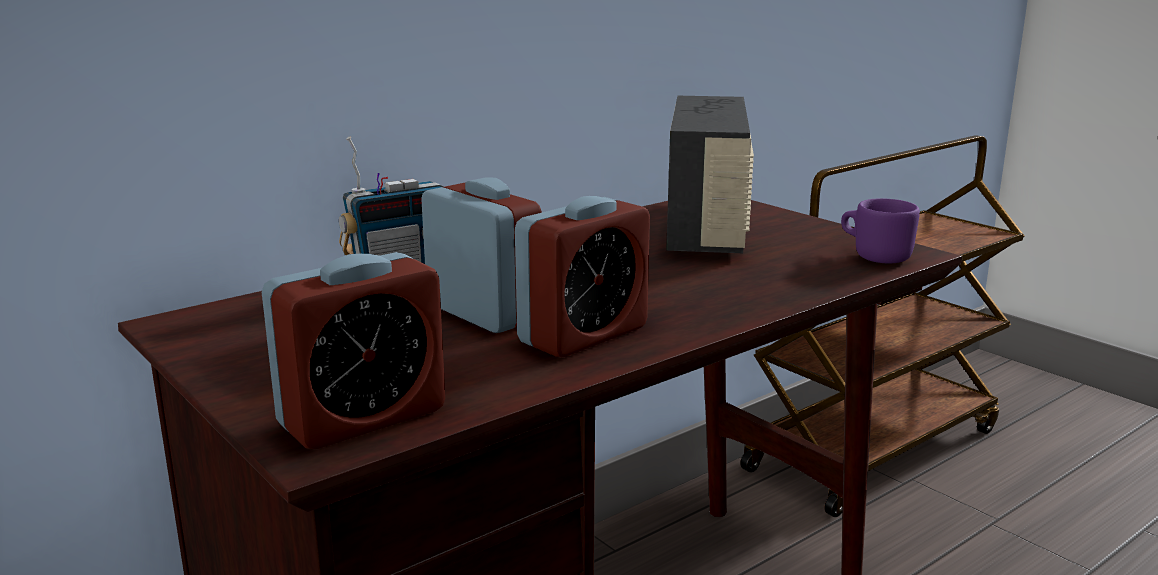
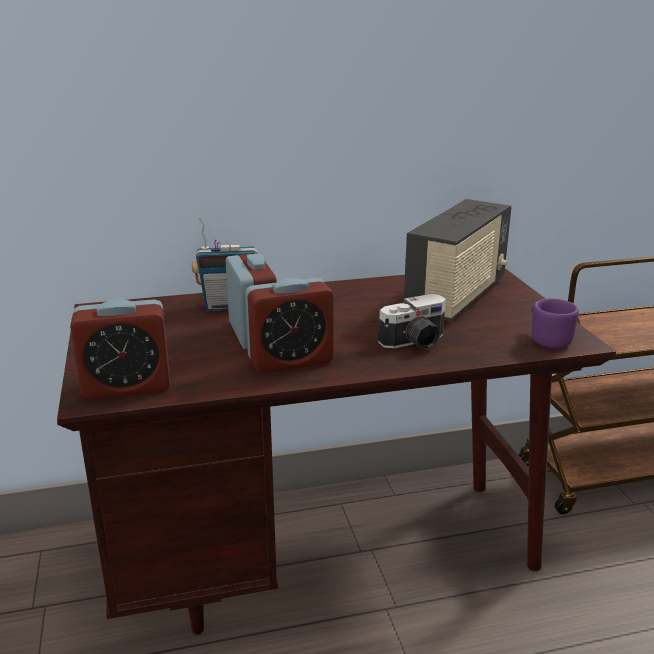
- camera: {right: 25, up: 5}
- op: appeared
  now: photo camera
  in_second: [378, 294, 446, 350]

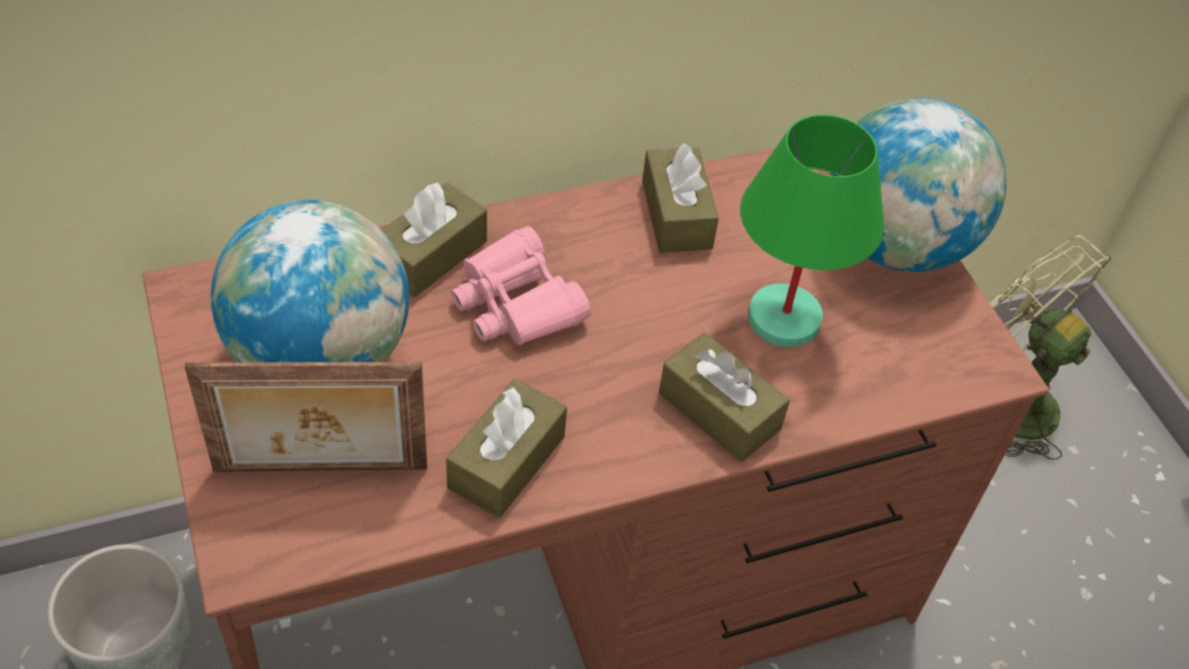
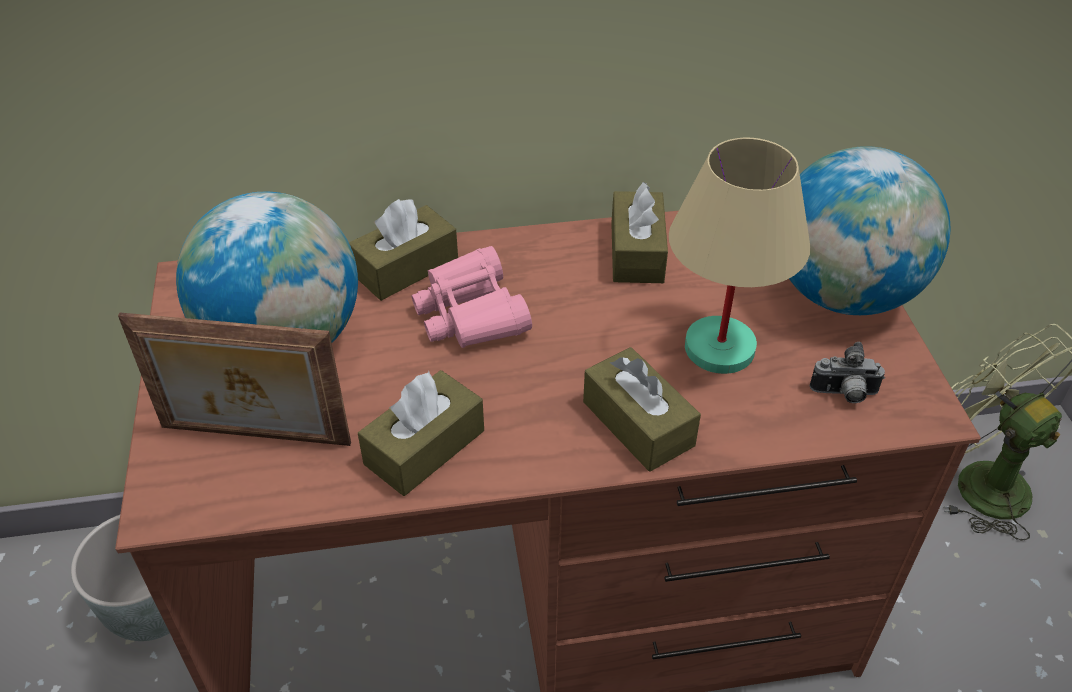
- camera: {right: 15, up: -5}
- op: colour
  was: table lamp (green)
  now: table lamp (beige)
  in_first: [740, 114, 884, 347]
  in_second: [669, 138, 810, 374]
- op: appeared
  now: photo camera
  in_second: [810, 342, 885, 403]

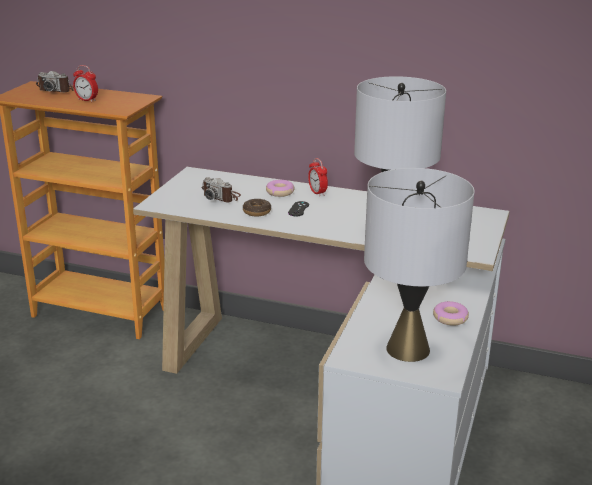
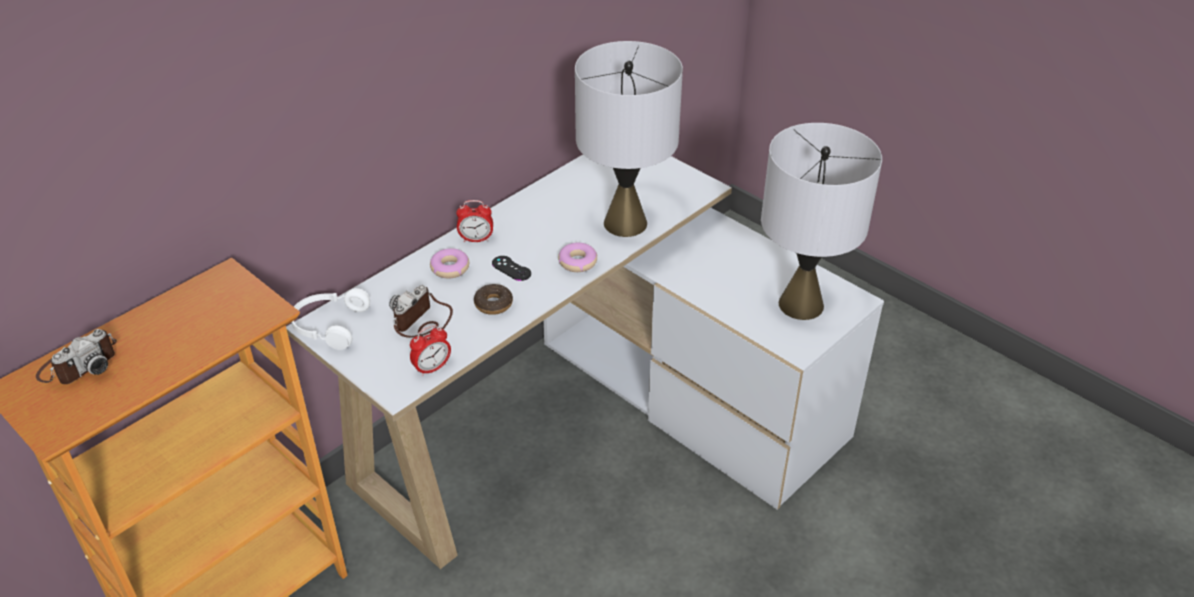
- camera: {right: -65, up: 15}
- op: appeared
  now: headphones (white)
  in_second: [291, 288, 370, 350]
- op: spun
  was: photo camera
  in_first: [201, 177, 241, 202]
  in_second: [389, 285, 453, 338]
  clockwise: 150
- op: relocated
  was: alarm clock
  in_first: [73, 65, 98, 102]
  in_second: [410, 325, 451, 376]
- op: relocated
  was: donut
  in_first: [433, 301, 469, 325]
  in_second: [558, 243, 597, 272]

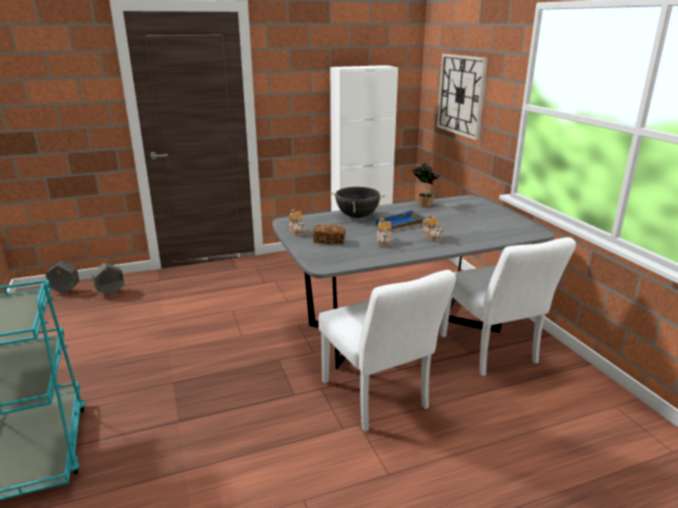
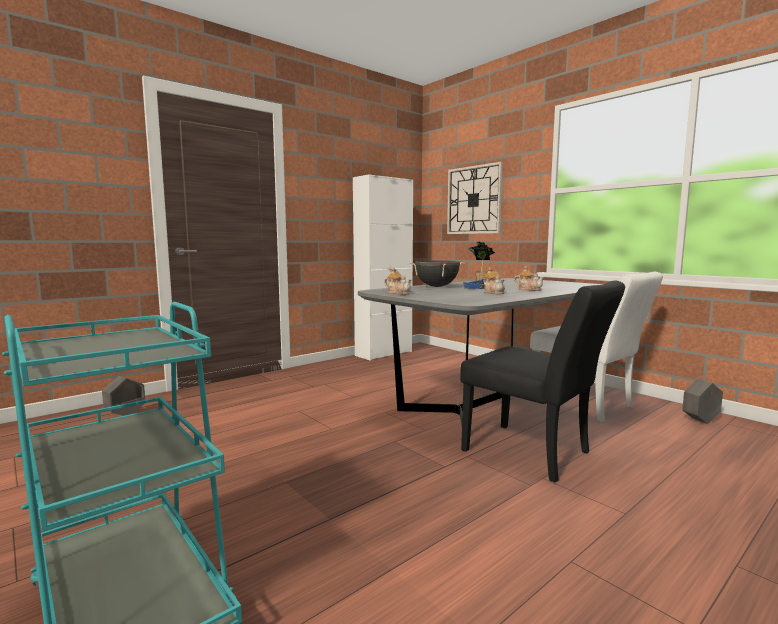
- camera: {right: -20, up: -15}
- op: colour
  was: chair (white)
  now: chair (black)
  in_first: [319, 270, 456, 432]
  in_second: [460, 281, 625, 482]
- op: relocated
  was: planter (grey)
  in_first: [45, 261, 79, 294]
  in_second: [682, 379, 723, 424]
- op: missing
  was: bread
  in_first: [313, 225, 346, 244]

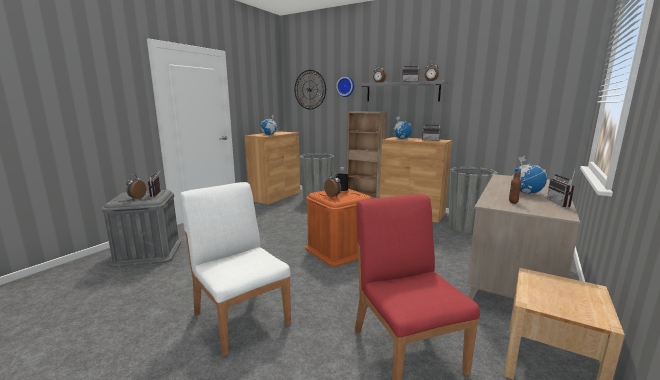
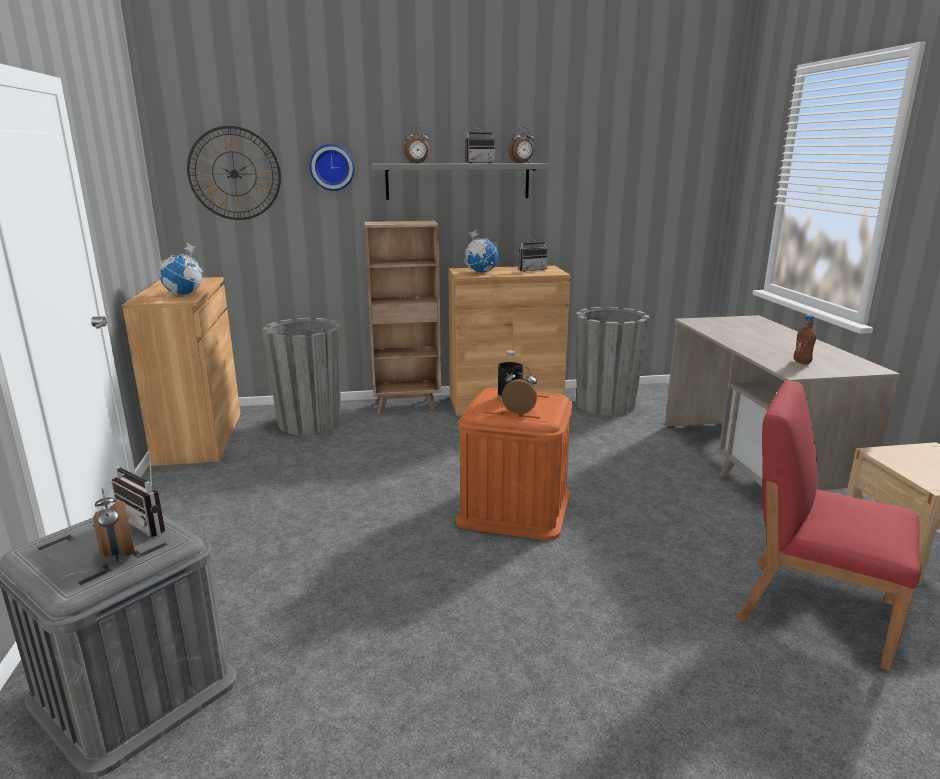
- camera: {right: -40, up: 5}
- op: missing
  was: chair (white)
  in_first: [180, 182, 291, 356]
- op: missing
  was: globe
  in_first: [512, 156, 547, 194]
- op: missing
  was: radio
  in_first: [547, 170, 575, 208]

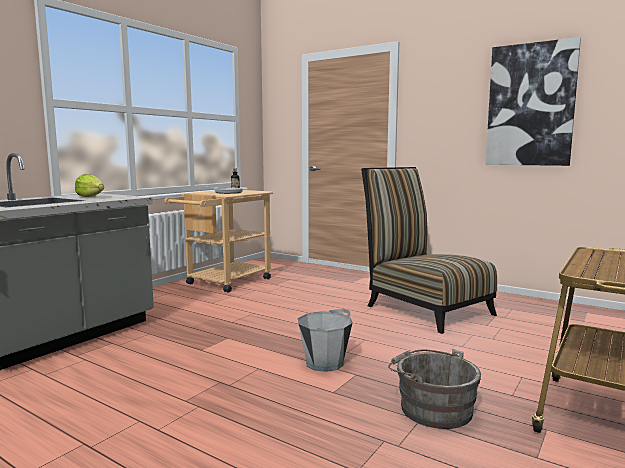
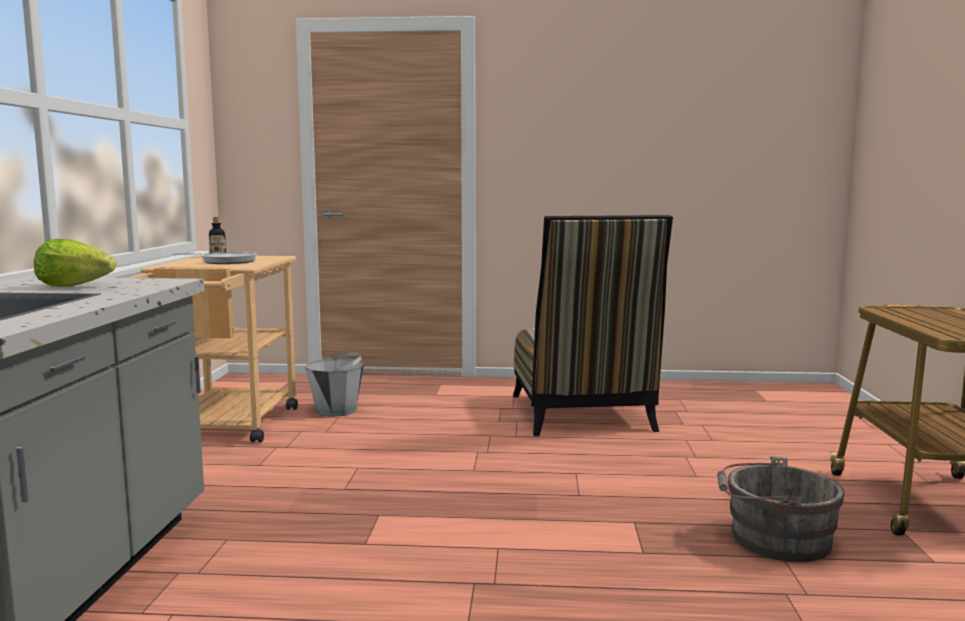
- camera: {right: -30, up: 0}
- op: relocated
  was: bucket (grey)
  in_first: [298, 309, 353, 372]
  in_second: [305, 352, 364, 417]
- op: spun
  was: chair
  in_first: [361, 167, 497, 334]
  in_second: [513, 215, 673, 436]
  clockwise: -120
- op: missing
  was: picture
  in_first: [486, 37, 581, 166]

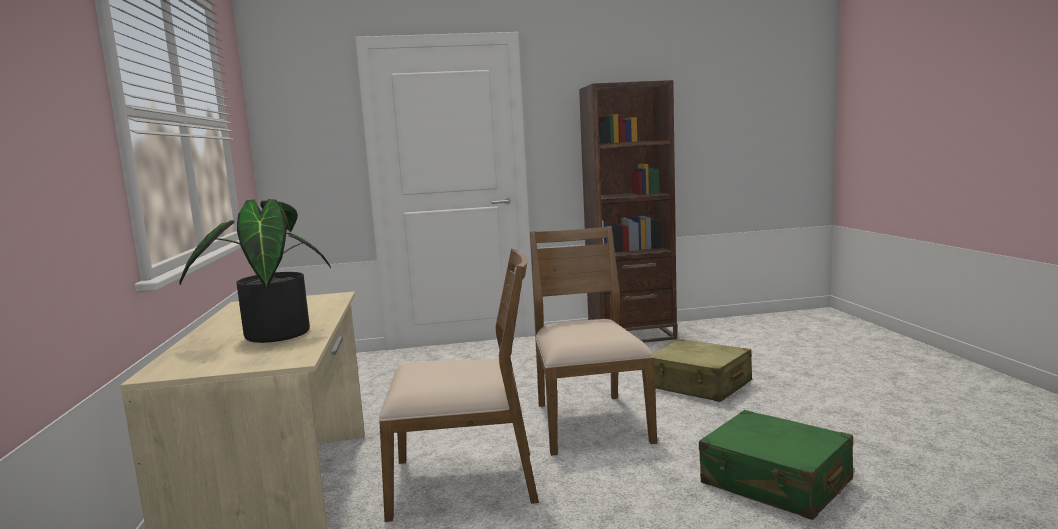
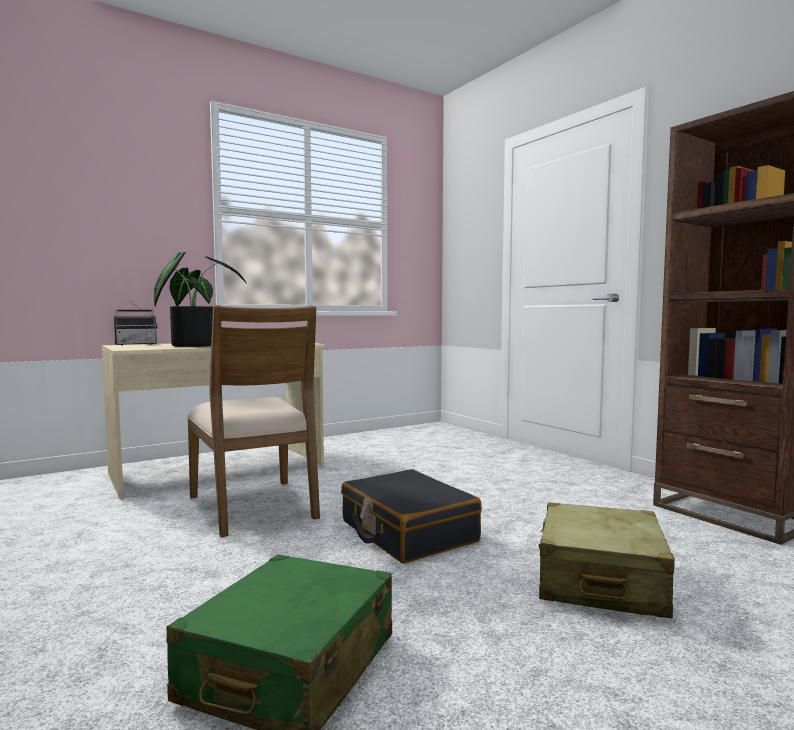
- camera: {right: 65, up: -5}
- op: appeared
  now: radio
  in_second: [114, 302, 158, 346]
- op: exchanged
  was: chair (brown)
  now: suitcase (black)
  in_first: [530, 226, 657, 456]
  in_second: [341, 469, 482, 563]

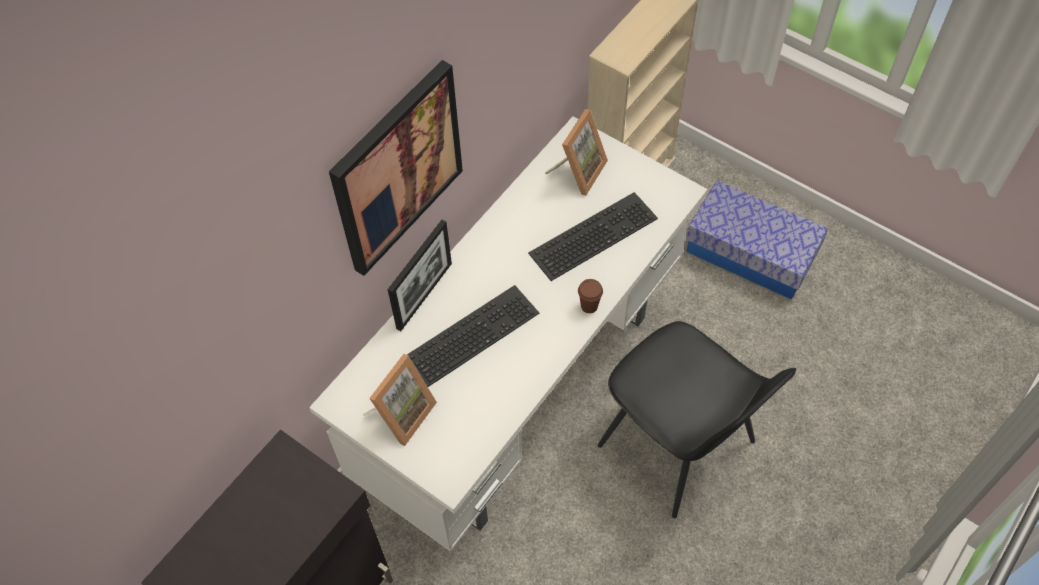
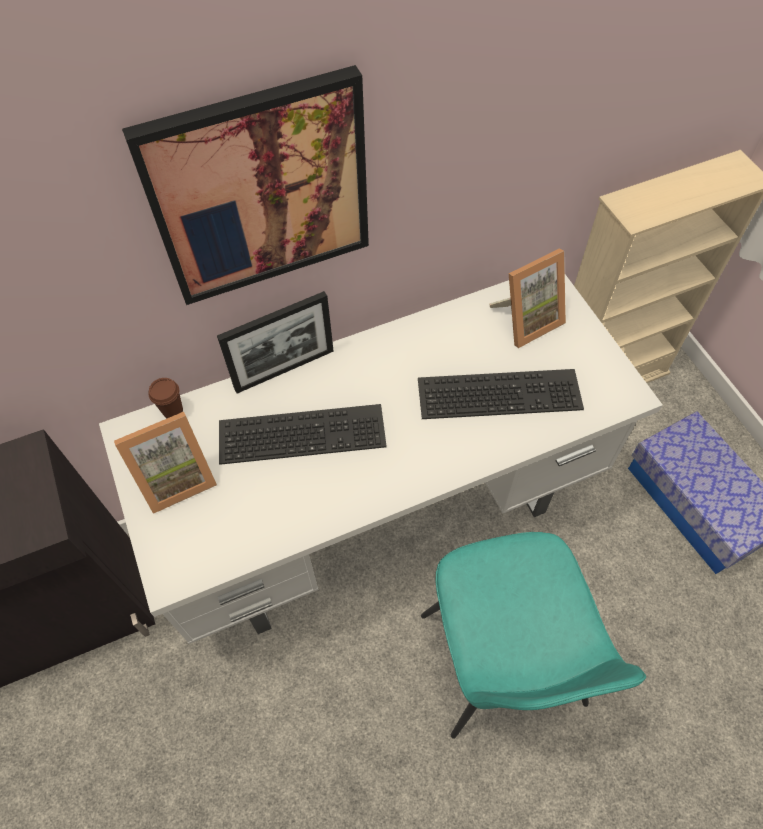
- camera: {right: 30, up: 0}
- op: relocated
  was: cup (brown)
  in_first: [578, 279, 603, 313]
  in_second: [148, 378, 183, 418]
- op: colour
  was: chair (black)
  now: chair (turquoise)
  in_first: [598, 321, 796, 518]
  in_second: [421, 532, 646, 739]

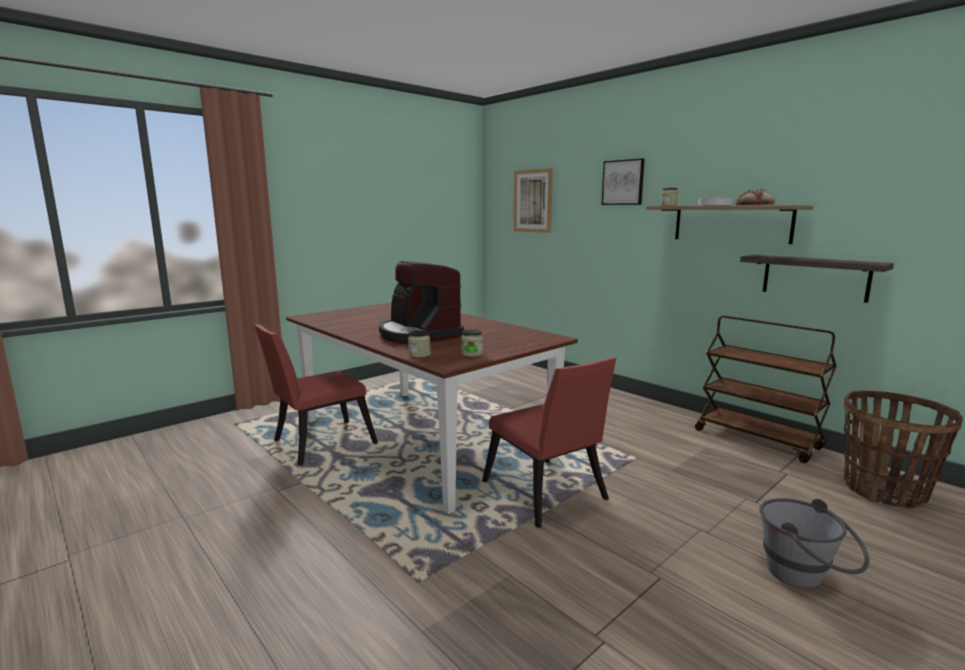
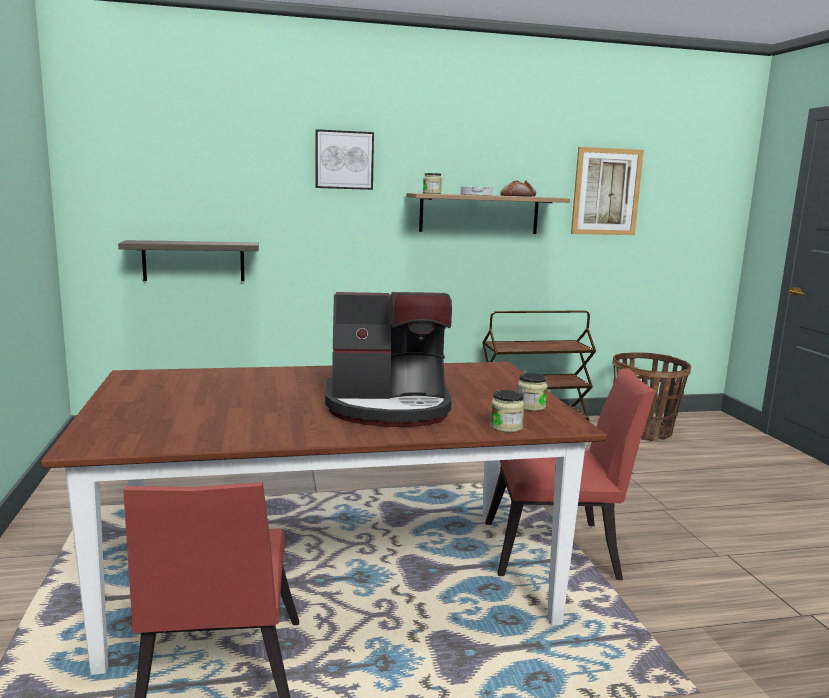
- camera: {right: -60, up: 0}
- op: relocated
  was: shelf
  in_first: [740, 255, 894, 303]
  in_second: [118, 240, 259, 281]
- op: relocated
  was: picture
  in_first: [513, 168, 553, 233]
  in_second: [571, 147, 644, 235]
- op: missing
  was: bucket (grey)
  in_first: [759, 498, 869, 589]

